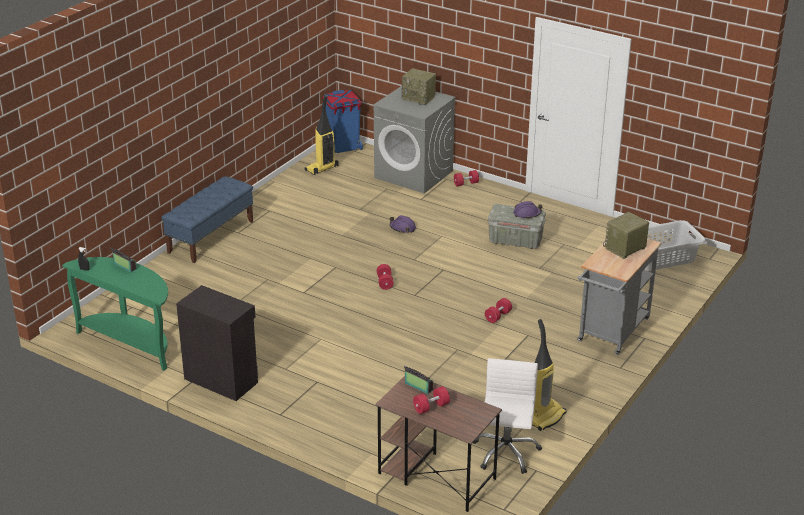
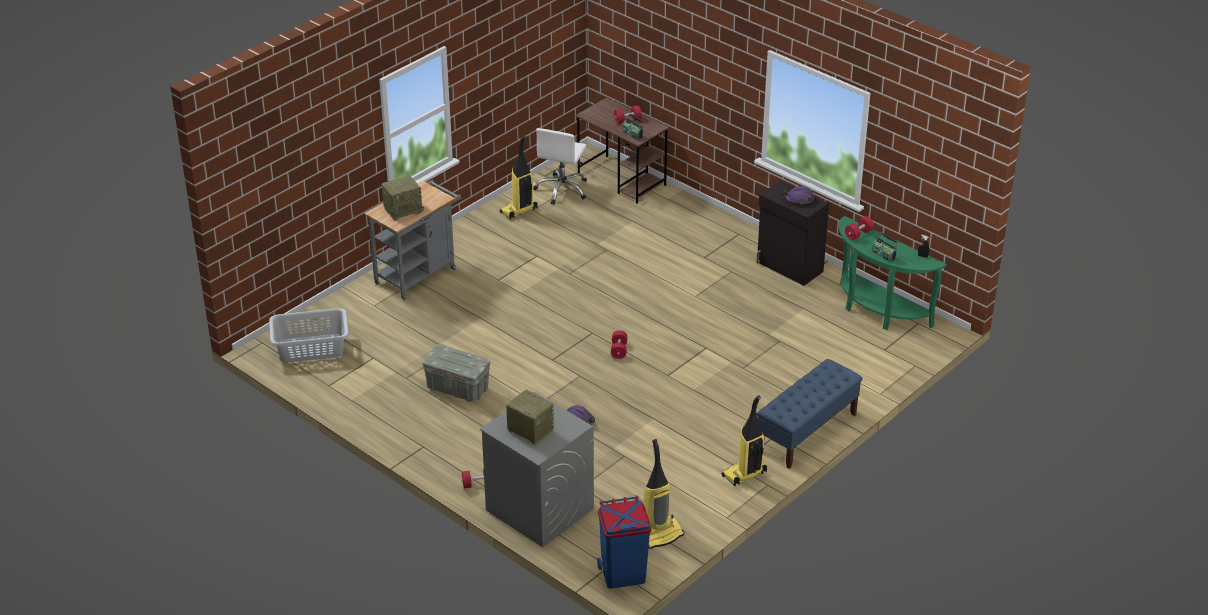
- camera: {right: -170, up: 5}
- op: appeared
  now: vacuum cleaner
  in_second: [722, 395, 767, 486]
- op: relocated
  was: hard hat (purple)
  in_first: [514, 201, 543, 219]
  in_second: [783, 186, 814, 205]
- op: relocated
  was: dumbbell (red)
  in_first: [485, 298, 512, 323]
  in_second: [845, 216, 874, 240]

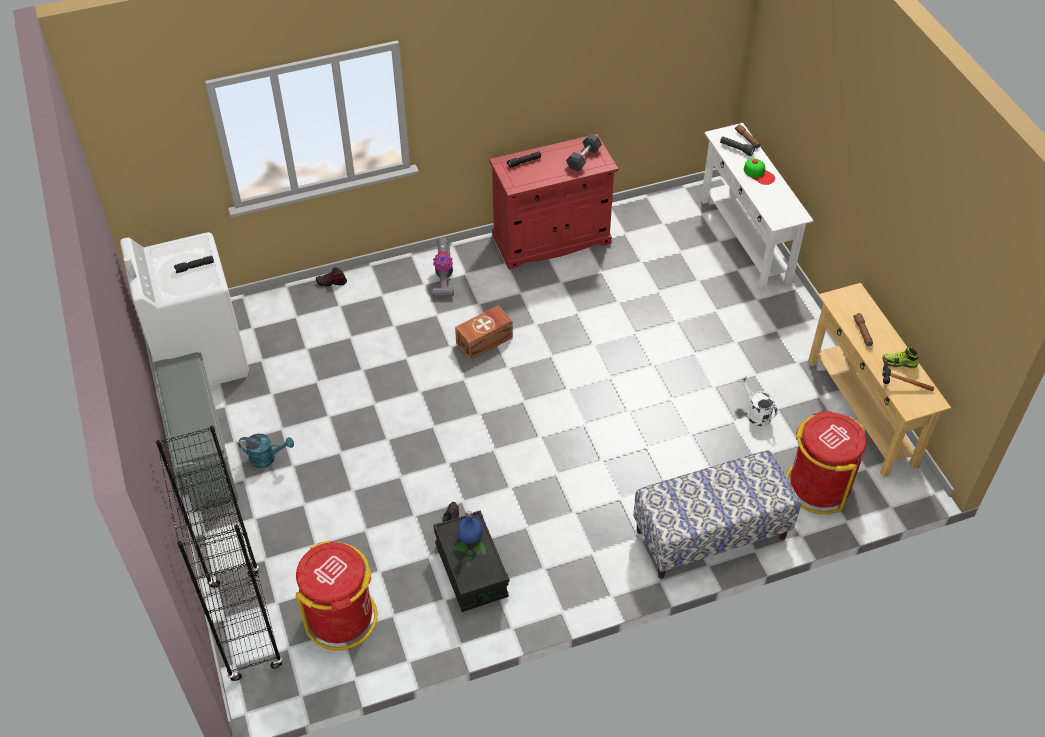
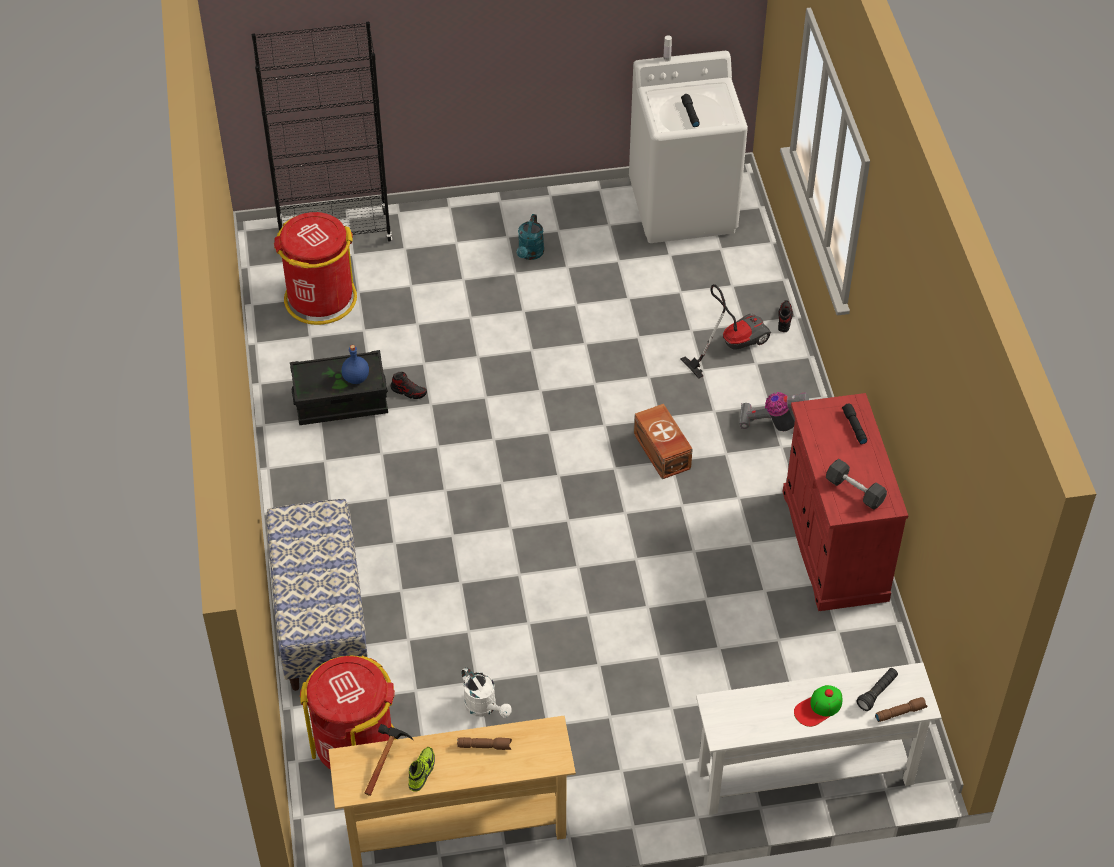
- camera: {right: 100, up: 0}
- op: spun
  was: watering can (white)
  in_first: [737, 375, 777, 426]
  in_second: [461, 667, 512, 717]
  clockwise: 75
- op: appeared
  now: vacuum cleaner
  in_second: [680, 284, 771, 379]
- op: missing
  was: shoe rack (grey)
  in_first: [152, 352, 239, 511]

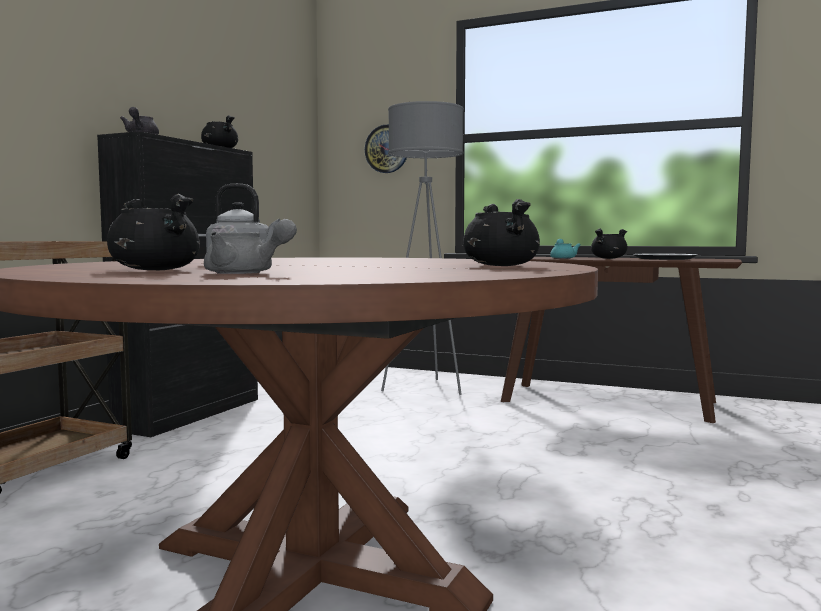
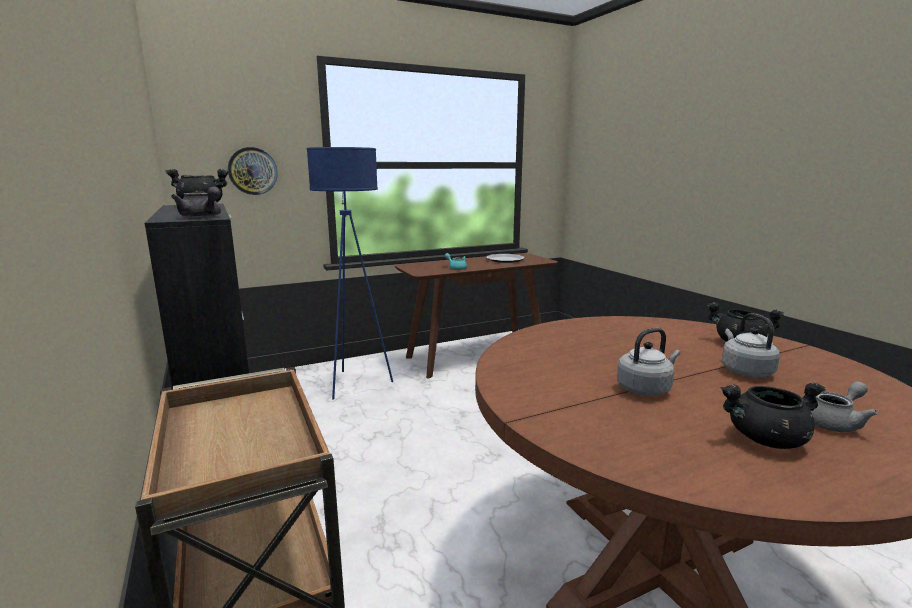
- camera: {right: -50, up: 10}
- op: colour
  was: floor lamp (grey)
  now: floor lamp (blue)
  in_first: [381, 101, 464, 395]
  in_second: [307, 147, 393, 399]
- op: appeared
  now: kettle (grey)
  in_second: [722, 313, 780, 378]
- op: missing
  was: cooking pot (black)
  in_first: [591, 229, 628, 259]

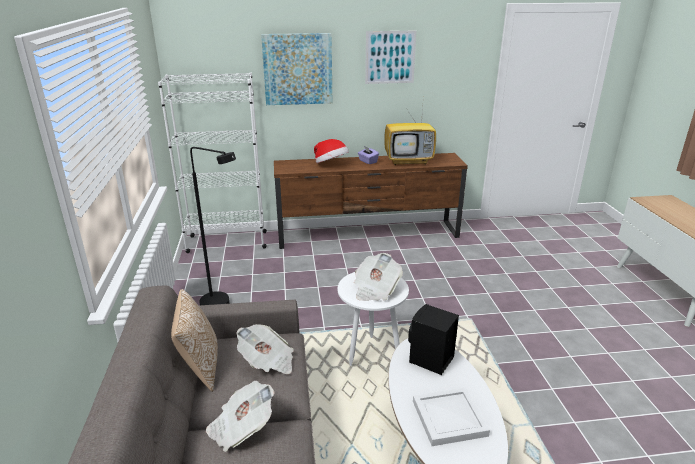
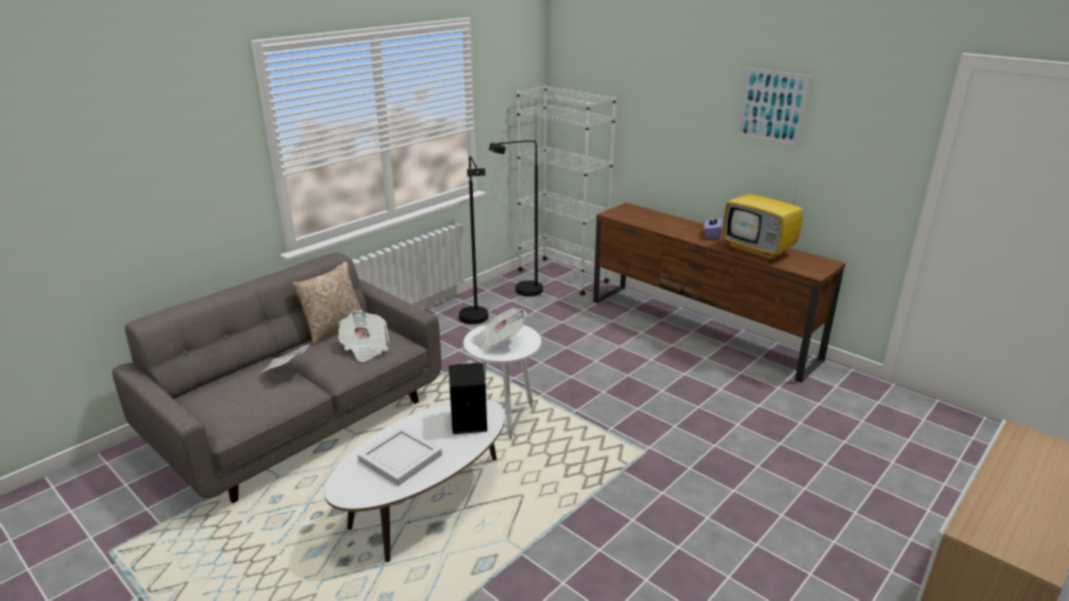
- camera: {right: 50, up: 0}
- op: appeared
  now: floor lamp (black)
  in_second: [489, 140, 543, 297]
- op: missing
  was: picture
  in_first: [261, 33, 332, 105]
- op: missing
  was: hat
  in_first: [314, 139, 349, 163]

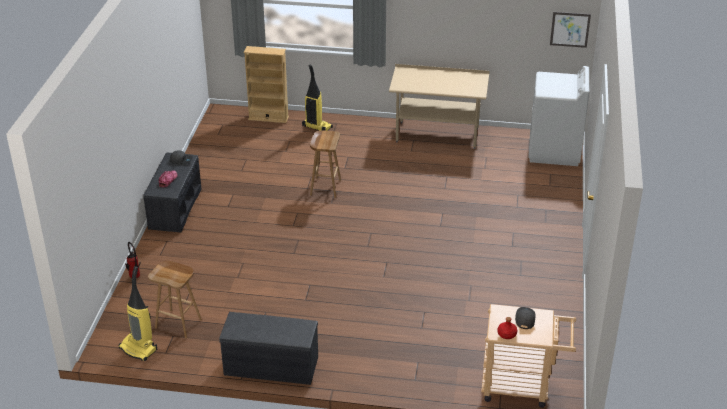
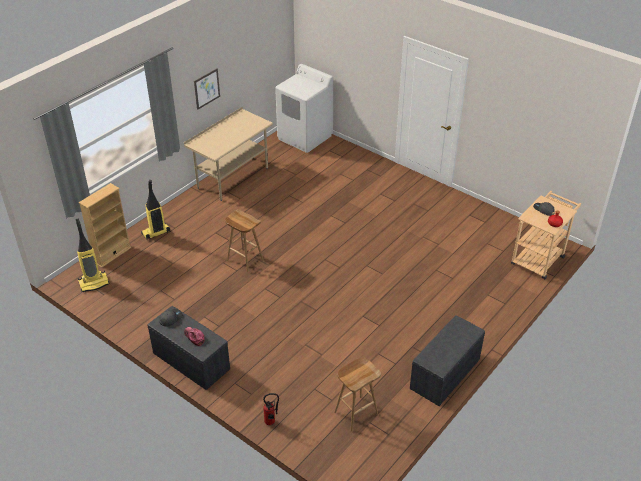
- camera: {right: -60, up: 5}
- op: relocated
  was: vacuum cleaner
  in_first: [118, 266, 157, 361]
  in_second: [76, 218, 110, 292]
- op: relocated
  was: picture
  in_first: [550, 12, 591, 48]
  in_second: [194, 68, 220, 110]

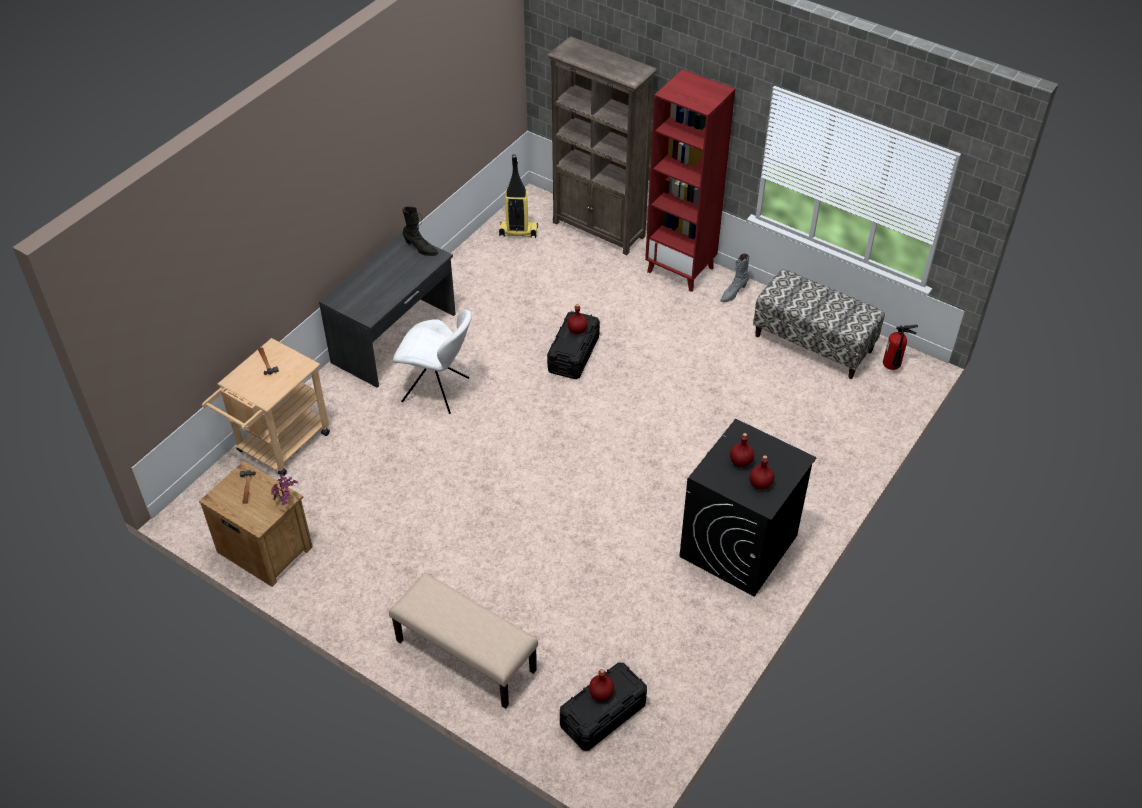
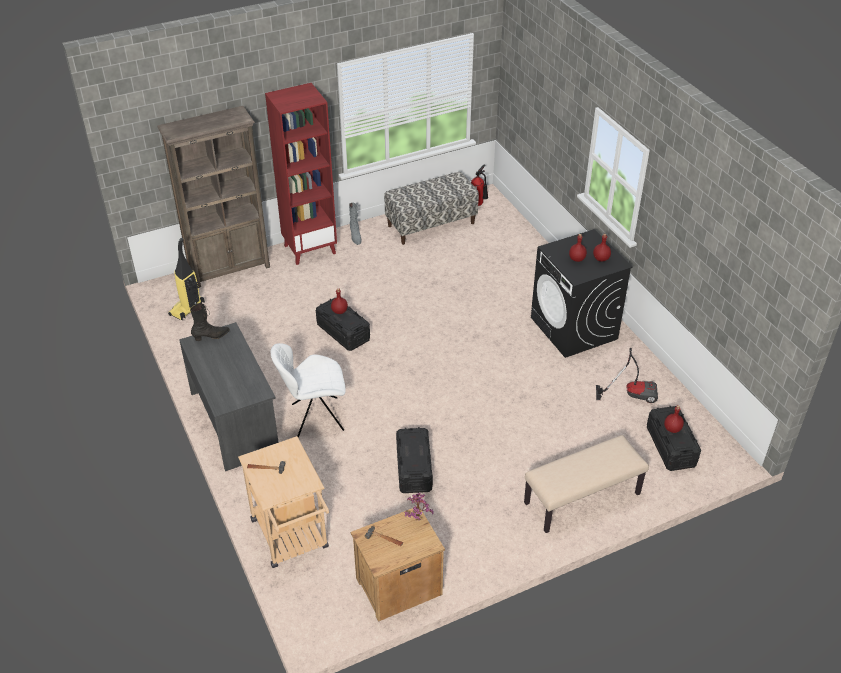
- camera: {right: -60, up: -5}
- op: spun
  was: chair (white)
  in_first: [393, 310, 472, 414]
  in_second: [271, 343, 346, 438]
  clockwise: -150
- op: appeared
  now: storage box (black)
  in_second: [396, 427, 433, 493]
- op: appeared
  now: vacuum cleaner
  in_second: [596, 348, 658, 403]

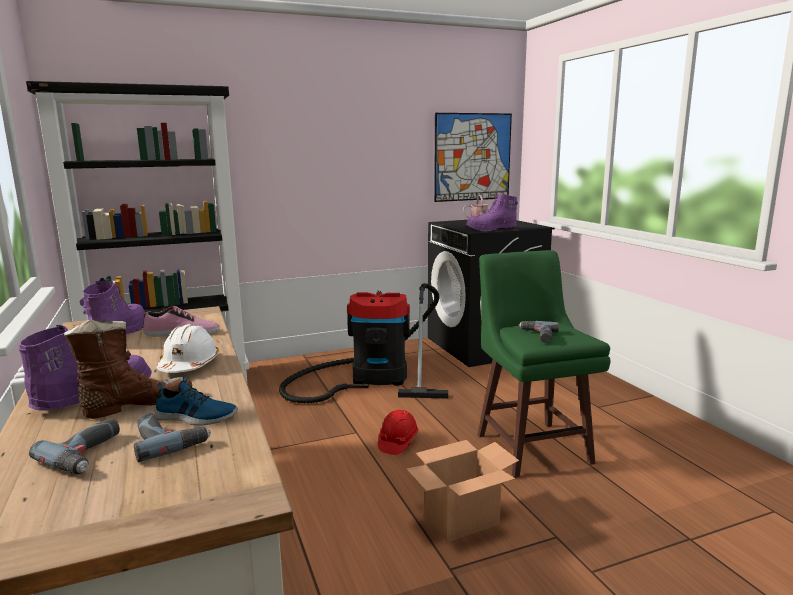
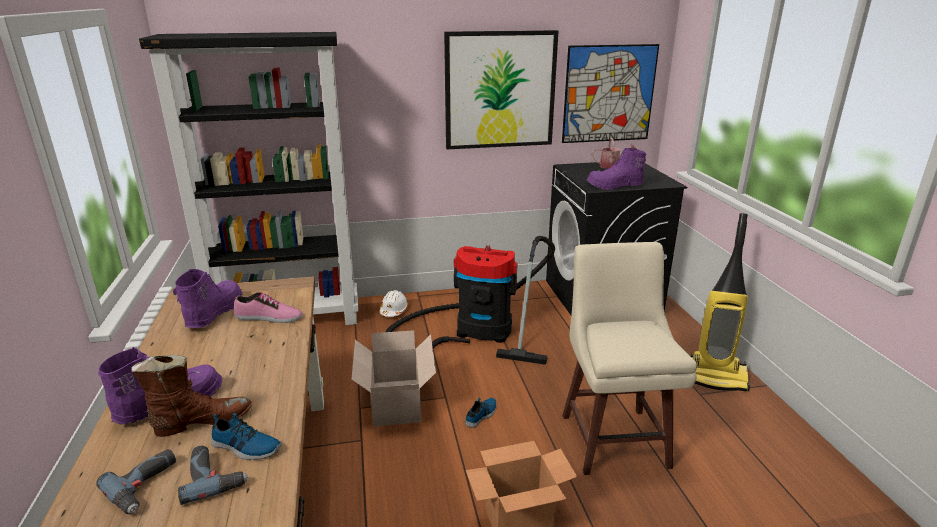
- camera: {right: 10, up: 10}
- op: appeared
  now: cardboard box
  in_second: [351, 330, 436, 426]
- op: relocated
  was: hard hat (white)
  in_first: [157, 324, 219, 373]
  in_second: [380, 290, 408, 317]
- op: appeared
  now: picture
  in_second: [444, 30, 558, 149]
- op: exchanged
  was: hard hat (red)
  now: shoe
  in_first: [378, 410, 419, 455]
  in_second: [465, 398, 497, 428]
- op: colour
  was: stool (green)
  now: stool (beige)
  in_first: [477, 250, 610, 478]
  in_second: [562, 242, 697, 475]
- op: appeared
  now: vacuum cleaner
  in_second: [690, 213, 750, 392]
- op: missing
  was: power drill
  in_first: [519, 321, 559, 343]

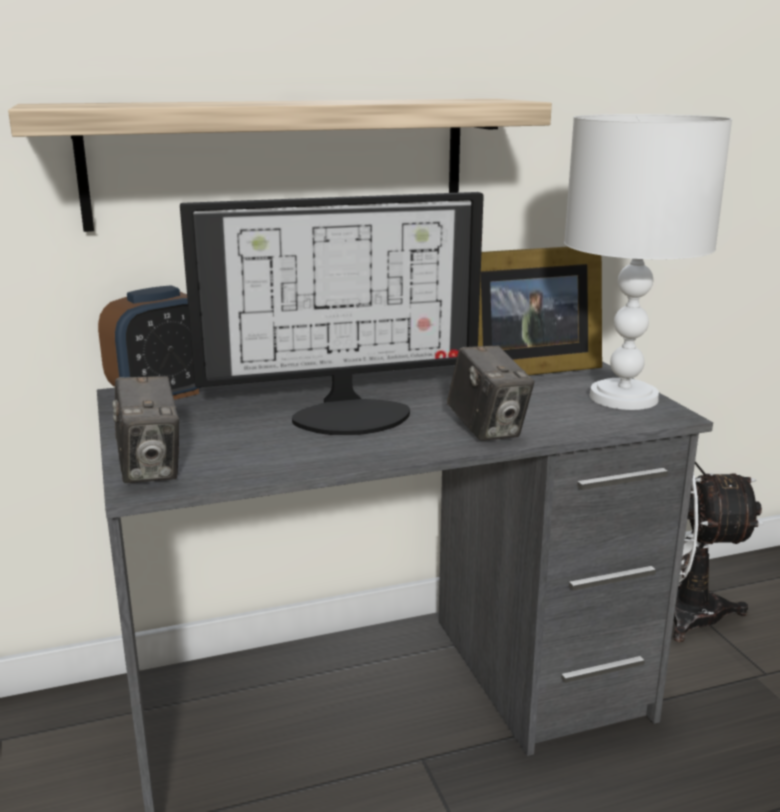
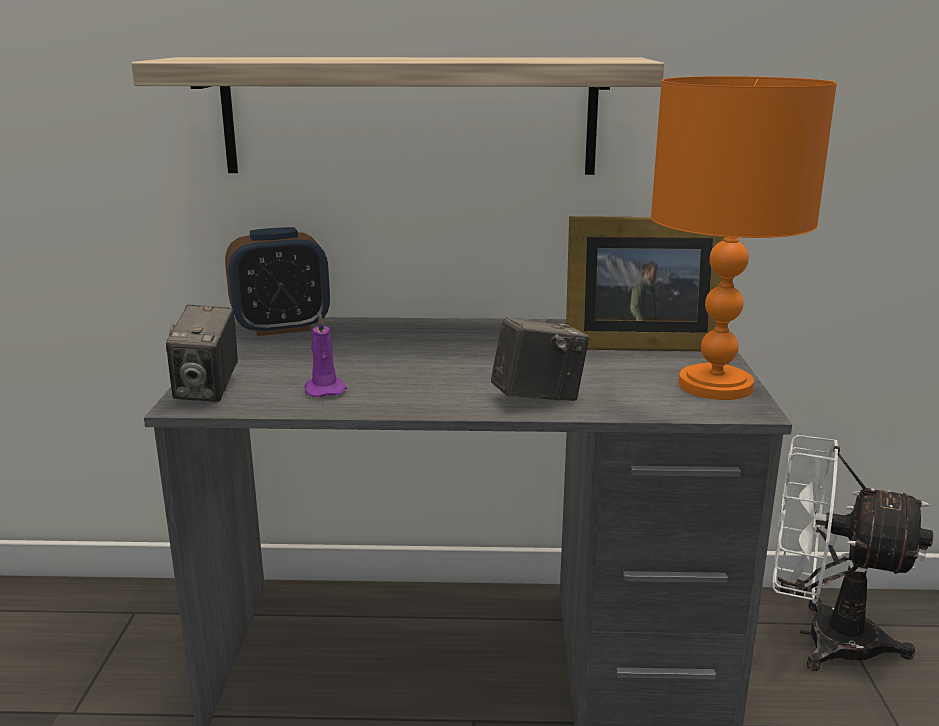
- camera: {right: 20, up: 0}
- op: appeared
  now: candle (purple)
  in_second: [304, 313, 347, 397]
- op: spun
  was: photo camera
  in_first: [447, 346, 534, 441]
  in_second: [491, 317, 590, 401]
  clockwise: -105
- op: colour
  was: table lamp (white)
  now: table lamp (orange)
  in_first: [564, 114, 732, 410]
  in_second: [651, 76, 837, 400]
- op: missing
  was: monitor
  in_first: [180, 192, 484, 435]

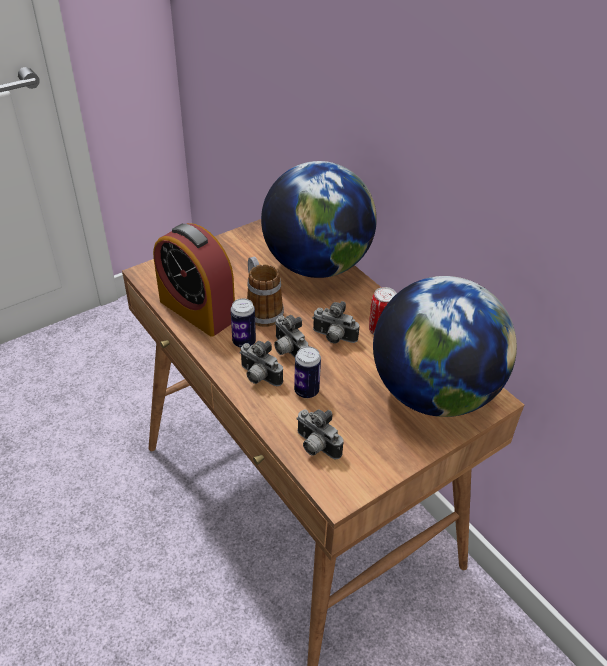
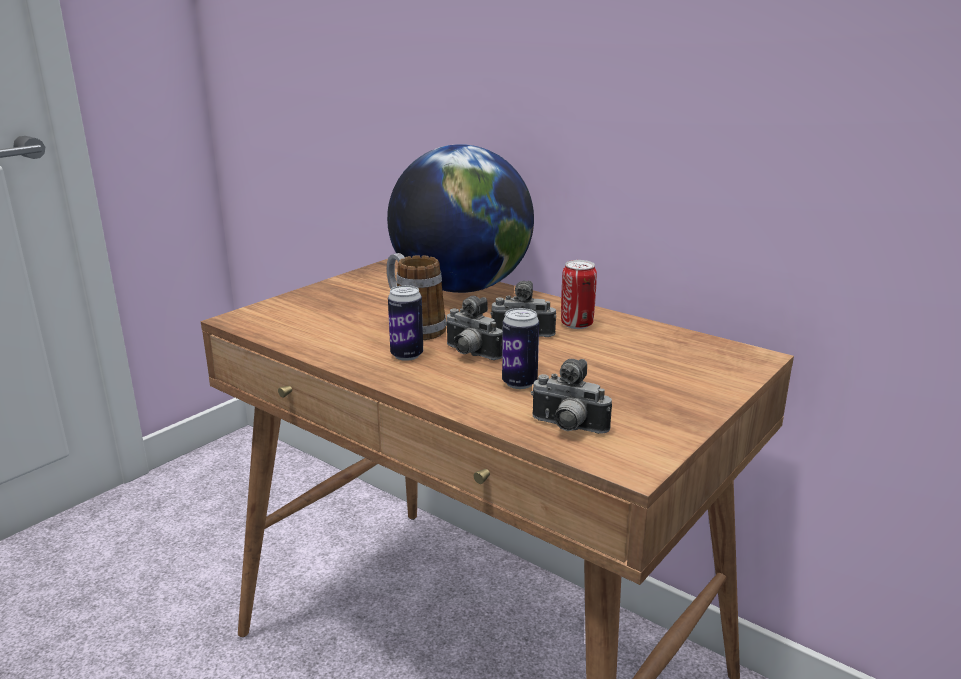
- camera: {right: -15, up: -20}
- op: missing
  was: alarm clock
  in_first: [153, 223, 235, 337]
- op: missing
  was: photo camera
  in_first: [239, 341, 283, 386]
- op: missing
  was: globe
  in_first: [373, 276, 517, 417]

